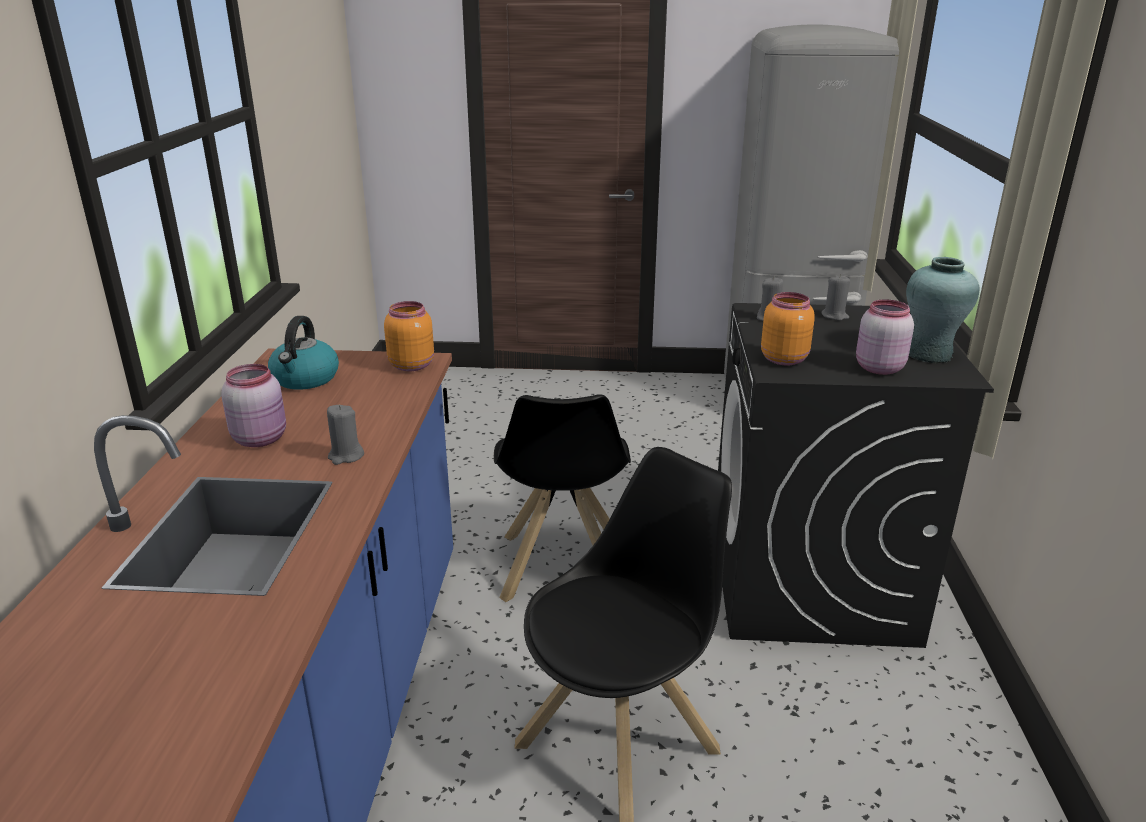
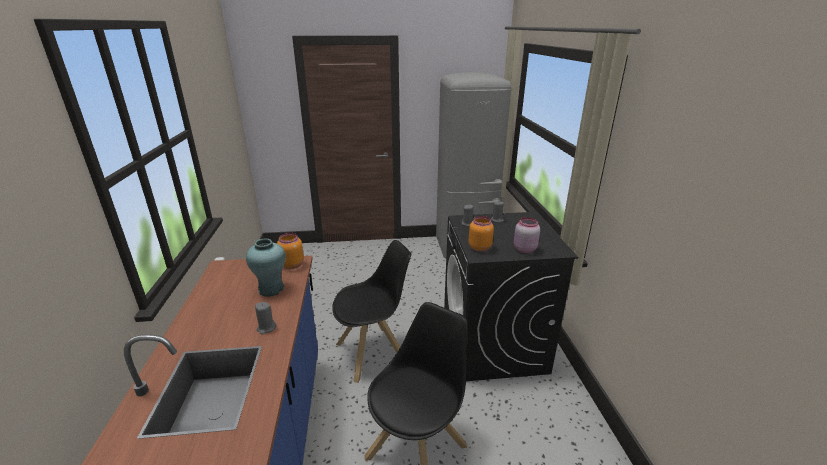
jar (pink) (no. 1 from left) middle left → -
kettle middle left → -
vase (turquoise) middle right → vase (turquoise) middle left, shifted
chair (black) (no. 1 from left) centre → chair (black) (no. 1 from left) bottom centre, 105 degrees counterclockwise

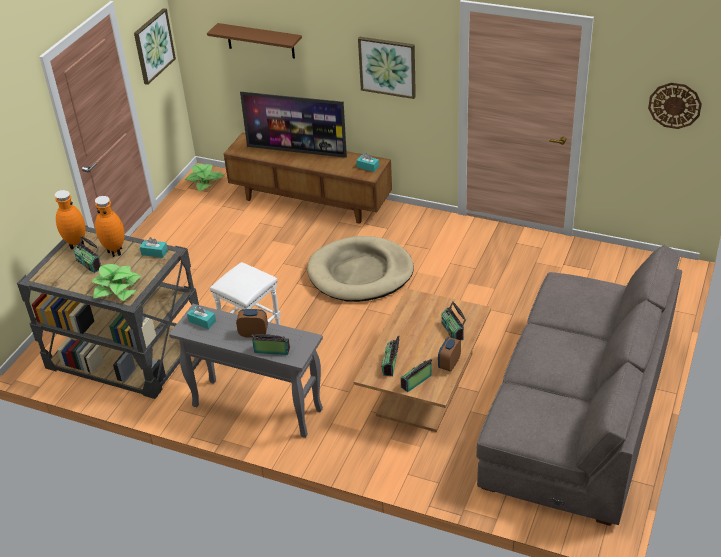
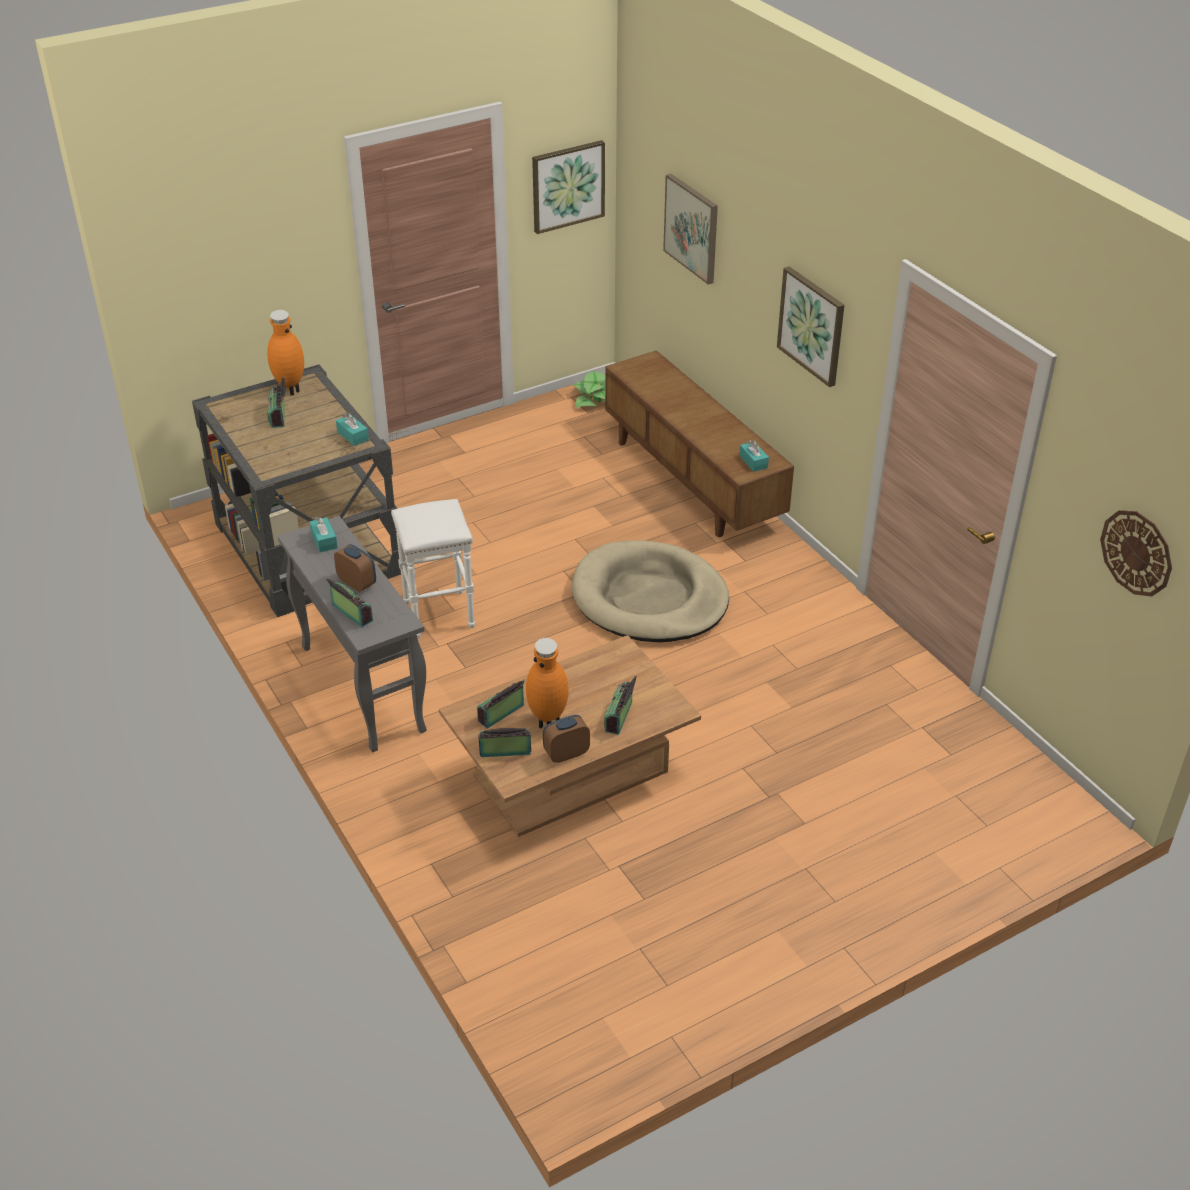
potted plant (no. 1 from left) middle left → -
television top centre → -
sofa (grey) bottom right → -
vase (orange) (no. 2 from left) middle left → vase (orange) (no. 2 from left) centre, shifted
shelf (brown) top centre → picture (no. 2 from left) top centre

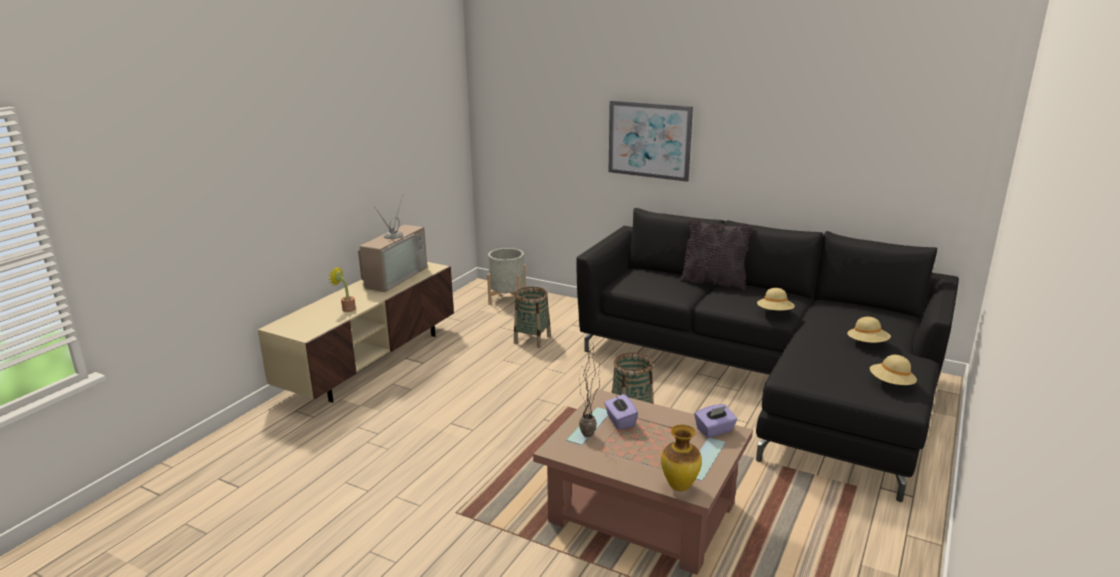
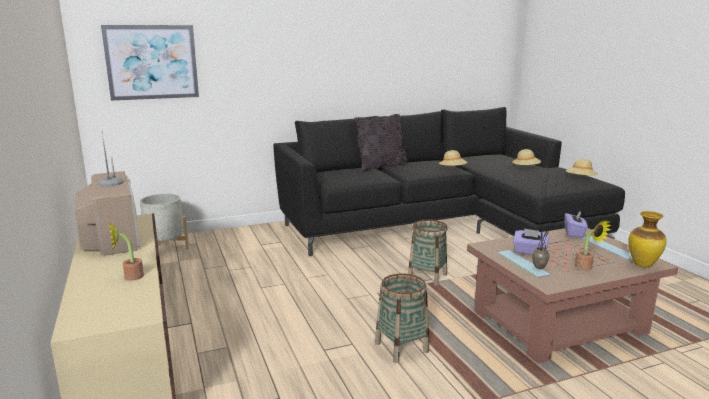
- → potted plant (no. 3 from left) middle right
basket (no. 1 from left) centre → basket (no. 1 from left) bottom centre, shifted
picture top centre → picture top left, shifted

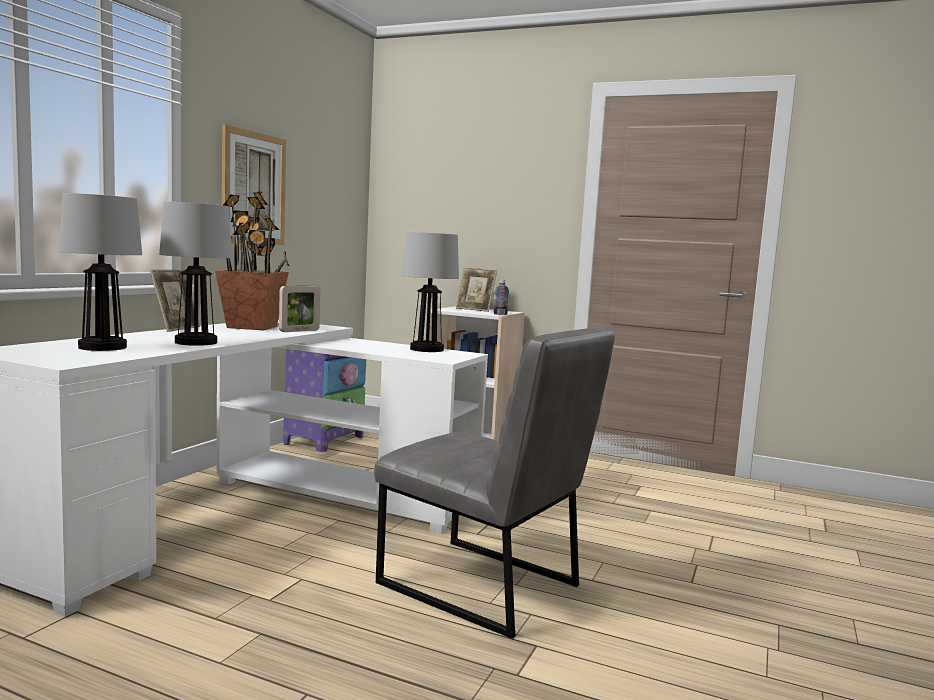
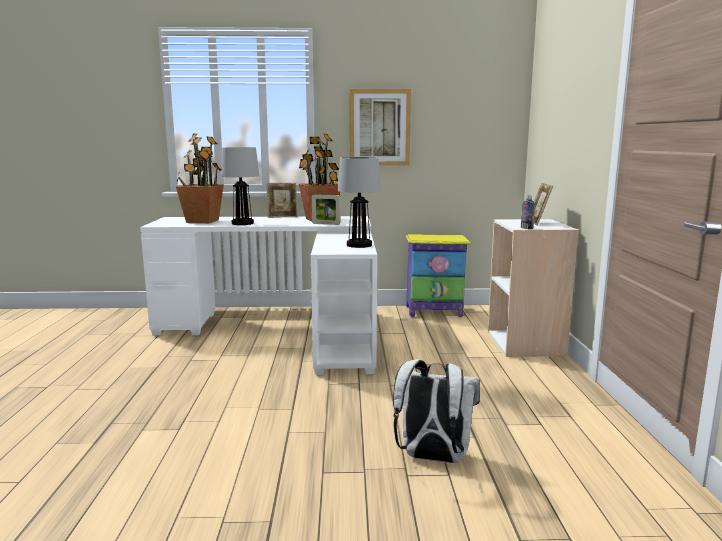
chair (grey) bottom centre → -
- → backpack (white) bottom centre
table lamp (no. 1 from left) middle left → potted plant (no. 1 from left) top left

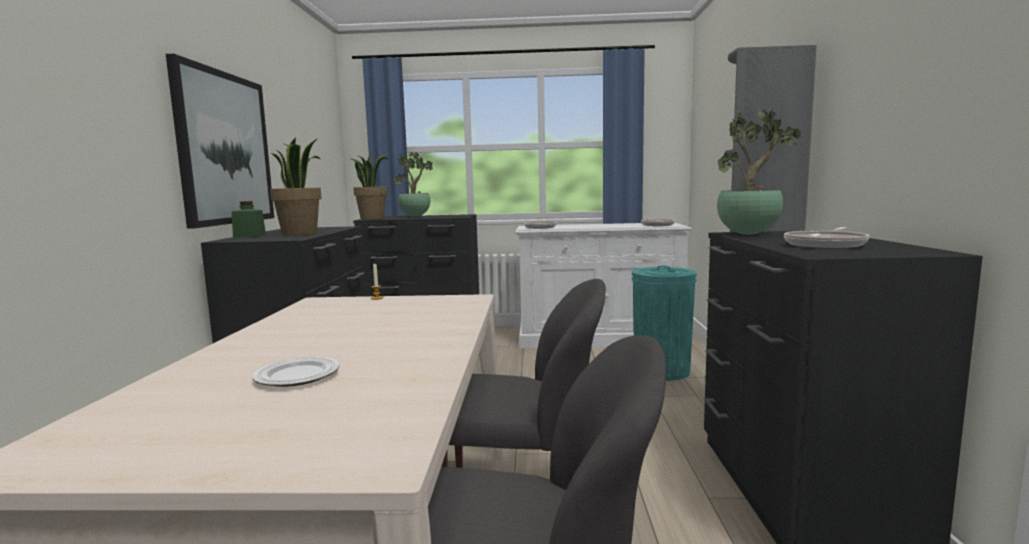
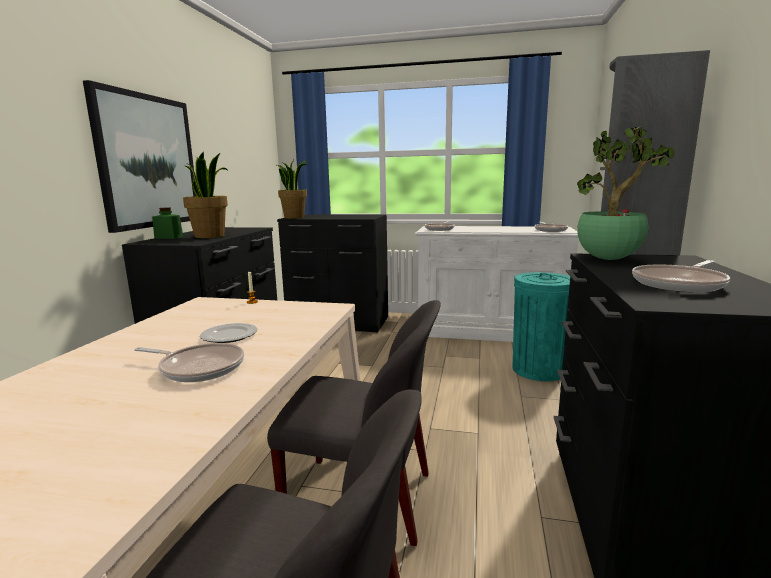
potted plant (no. 3 from left) centre → -
- → frying pan (no. 1 from left) middle left
plate bottom left → plate middle left, shifted

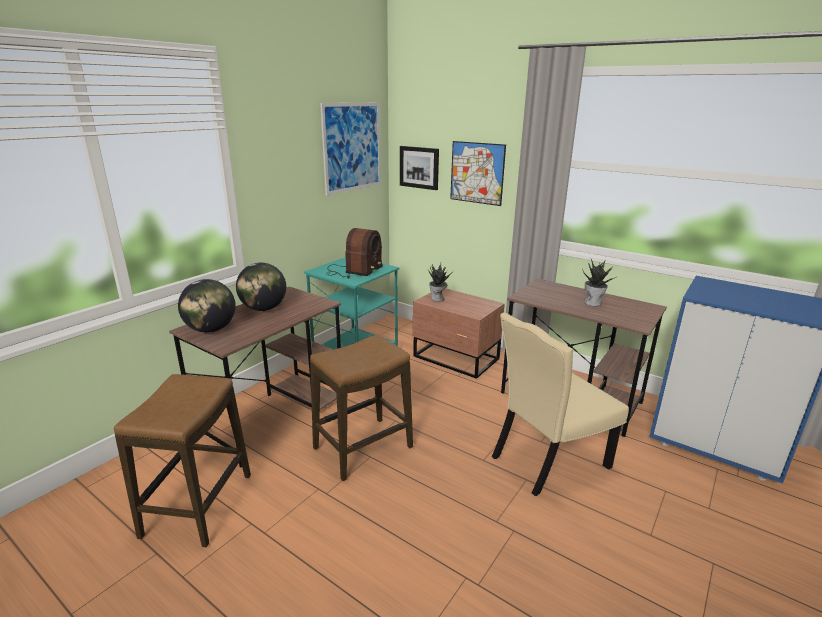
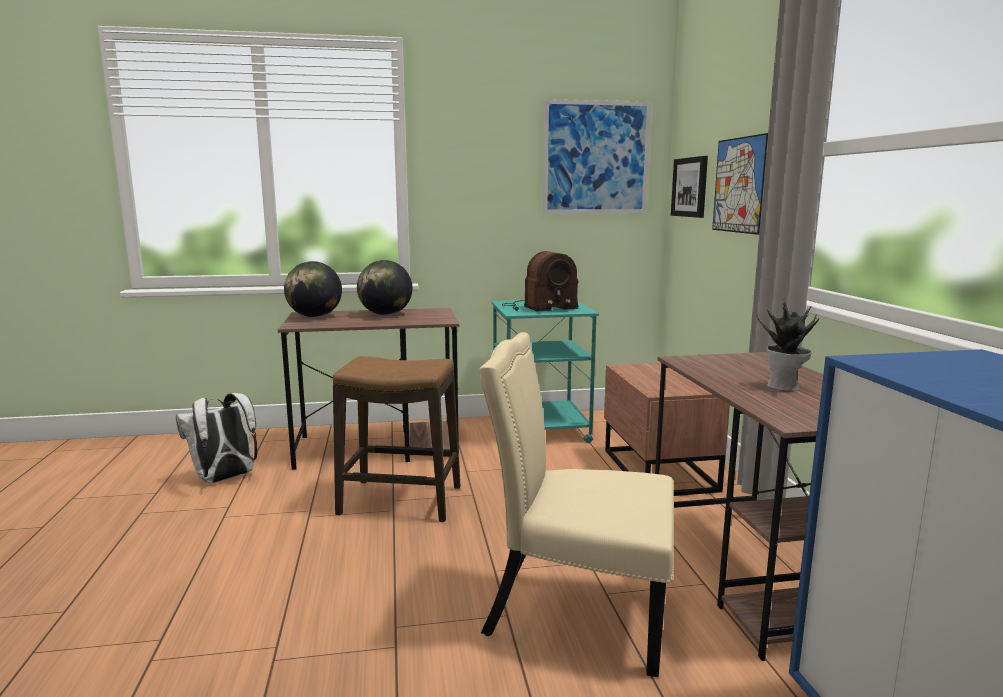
potted plant (no. 1 from left) centre → -
stool (no. 1 from left) bottom left → backpack (white) middle left

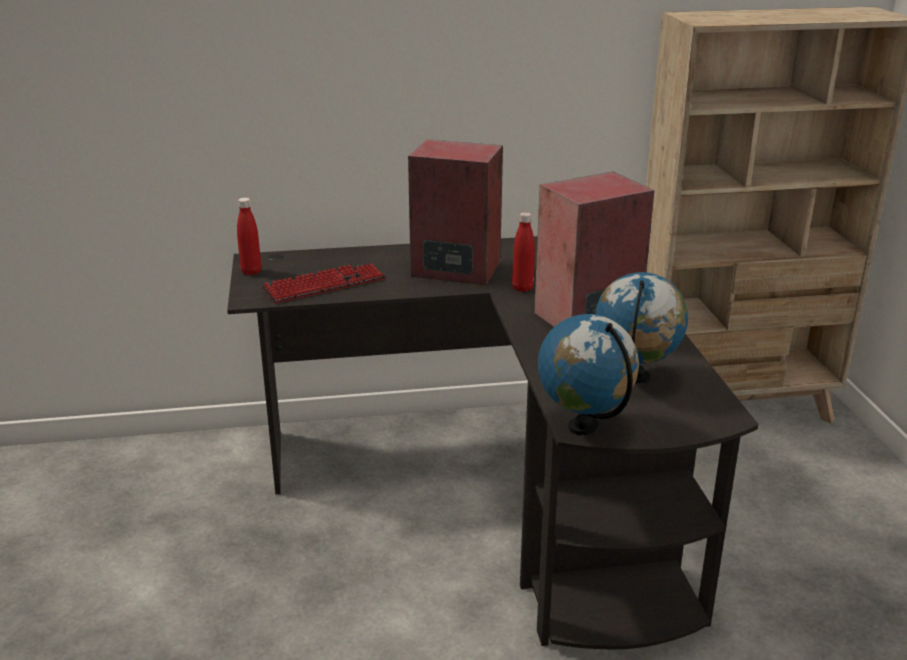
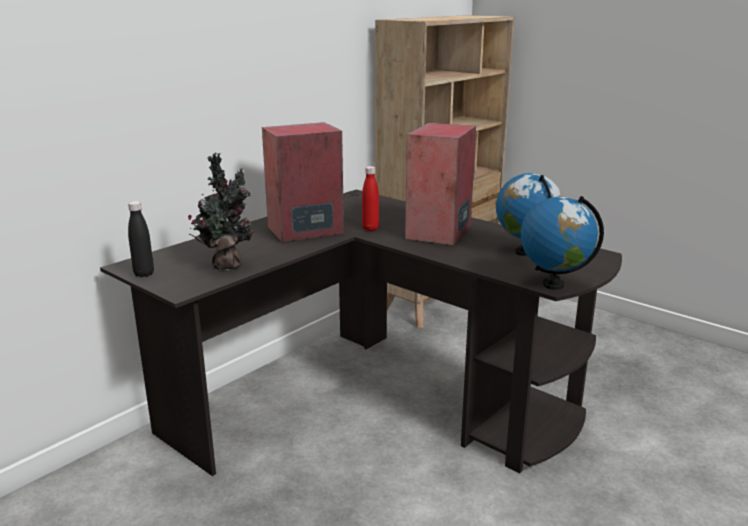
keyboard centre → potted plant middle left
bottle (red) (no. 1 from left) middle left → bottle (black) middle left

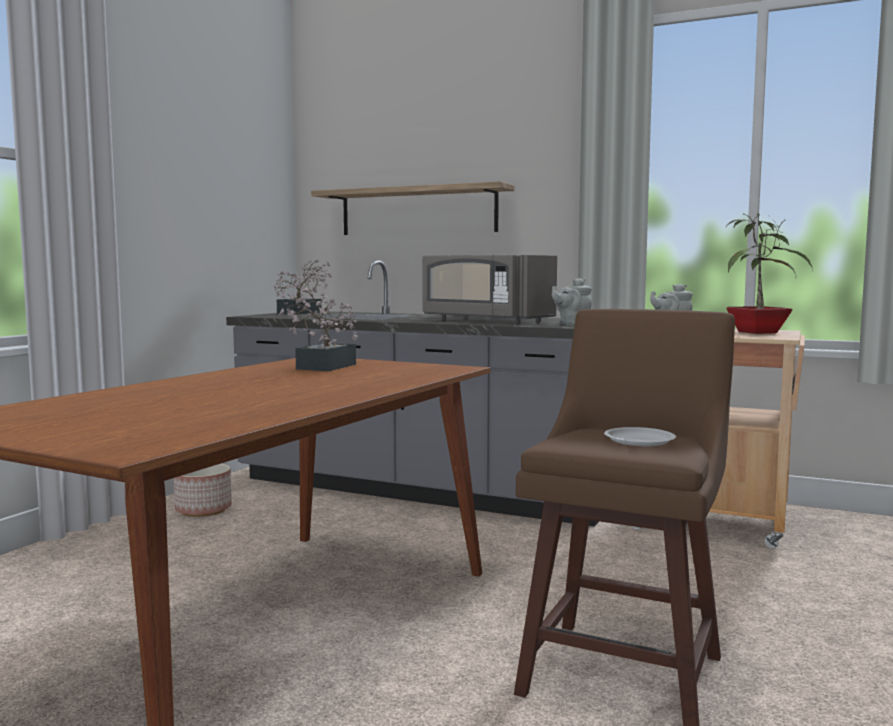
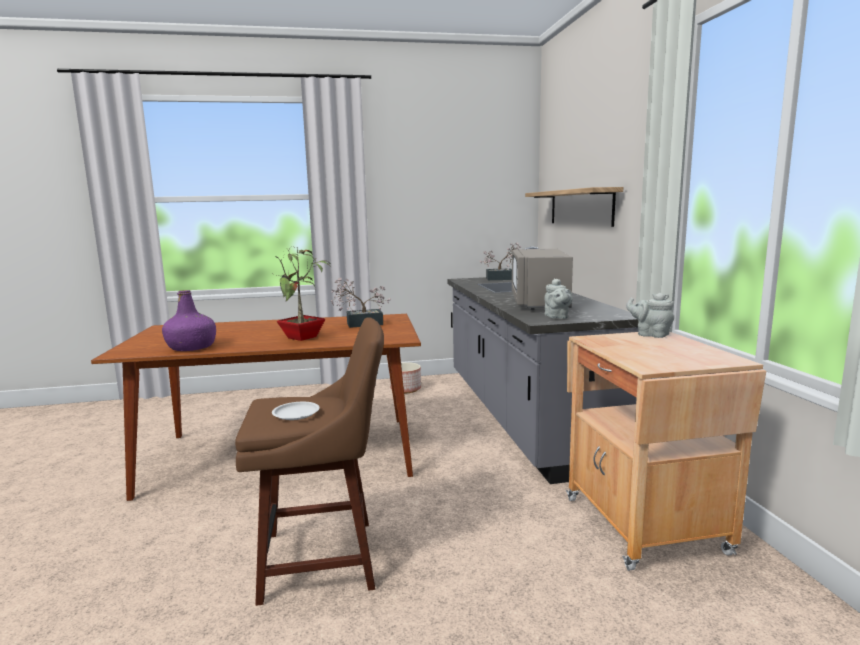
- → bottle (purple) middle left
potted plant (no. 3 from left in the first image) middle right → potted plant (no. 1 from left) centre, shifted
teapot (grey) (no. 1 from left) centre, 120 degrees counterclockwise

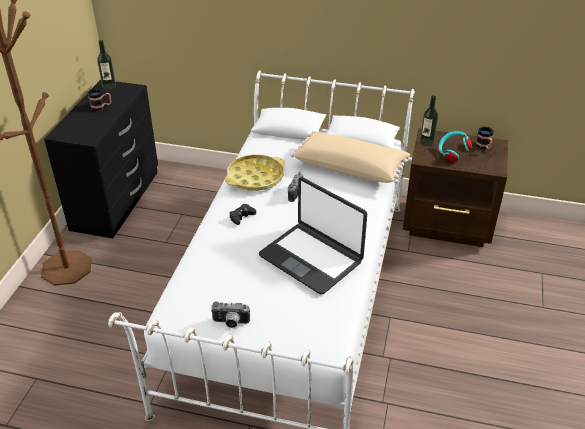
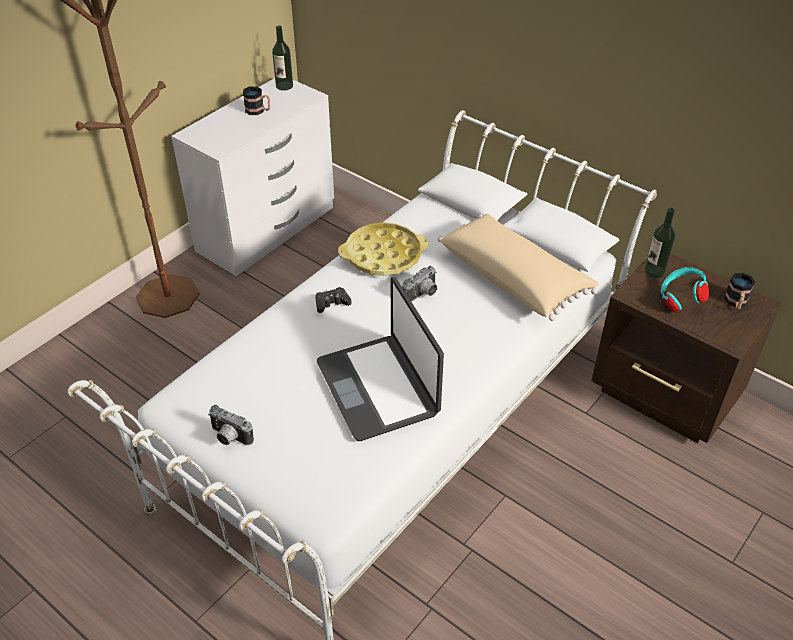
dresser (black) middle left → dresser (white) top left

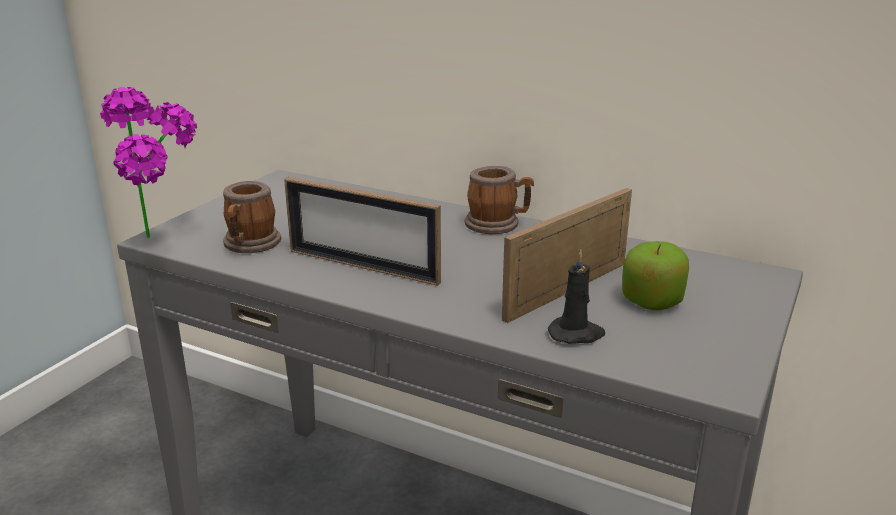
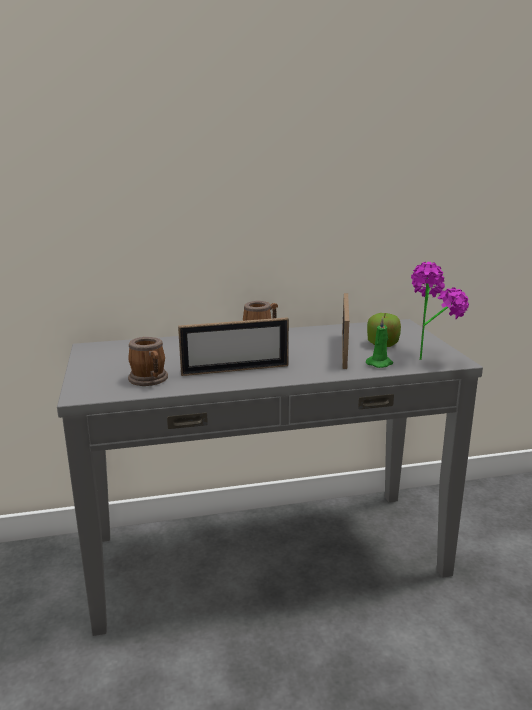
potted plant top left → potted plant middle right, shifted
candle (black) centre → candle (green) middle right

